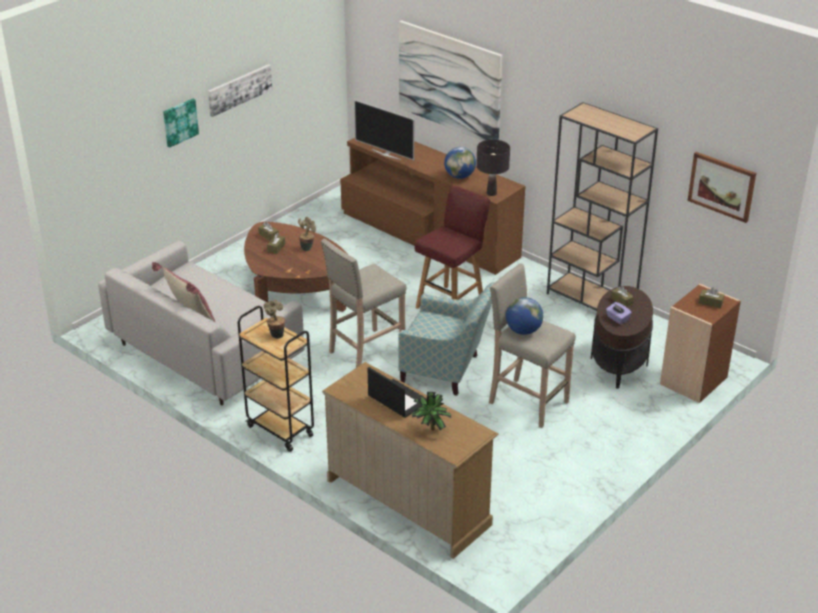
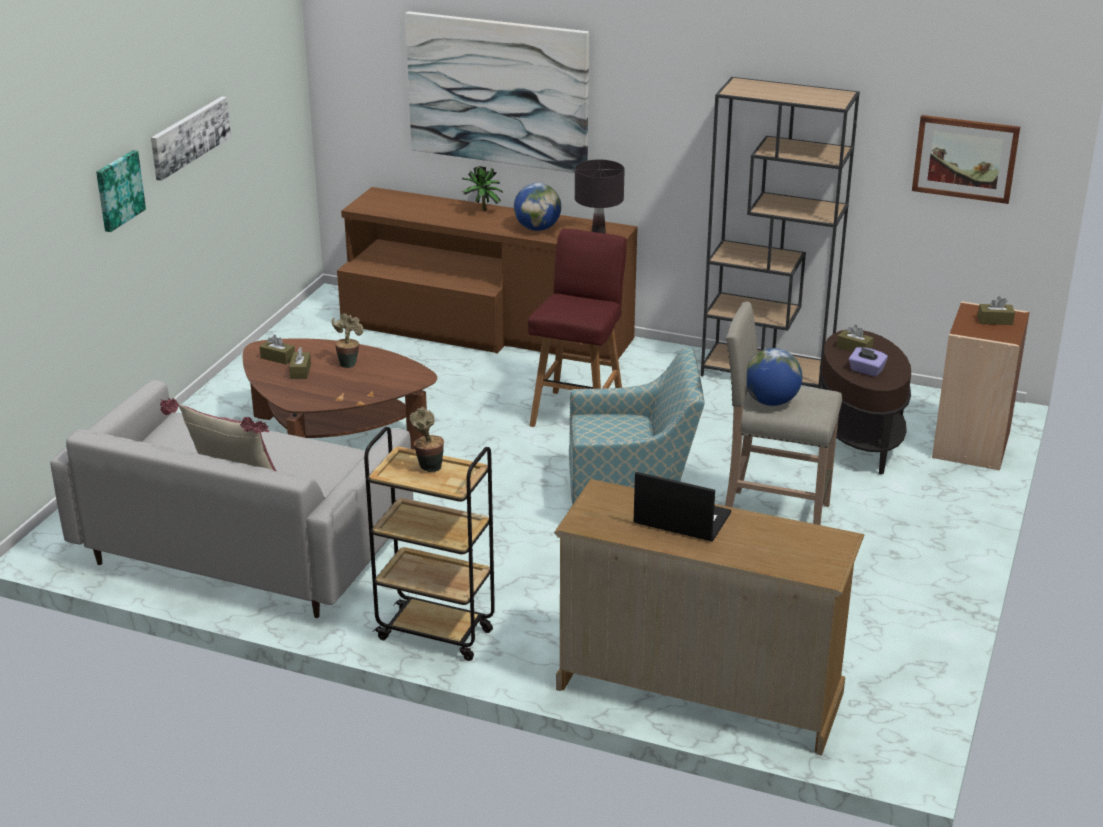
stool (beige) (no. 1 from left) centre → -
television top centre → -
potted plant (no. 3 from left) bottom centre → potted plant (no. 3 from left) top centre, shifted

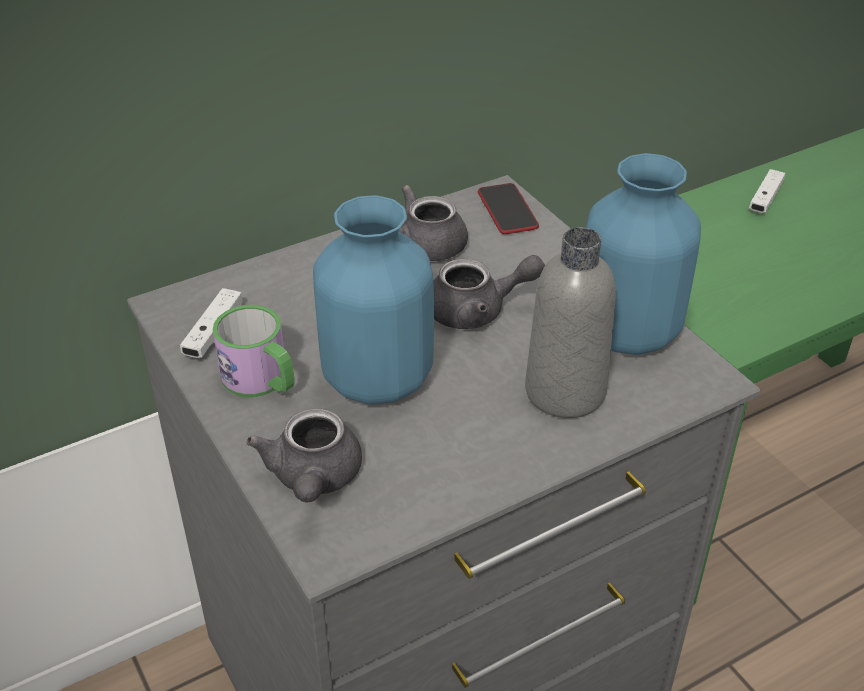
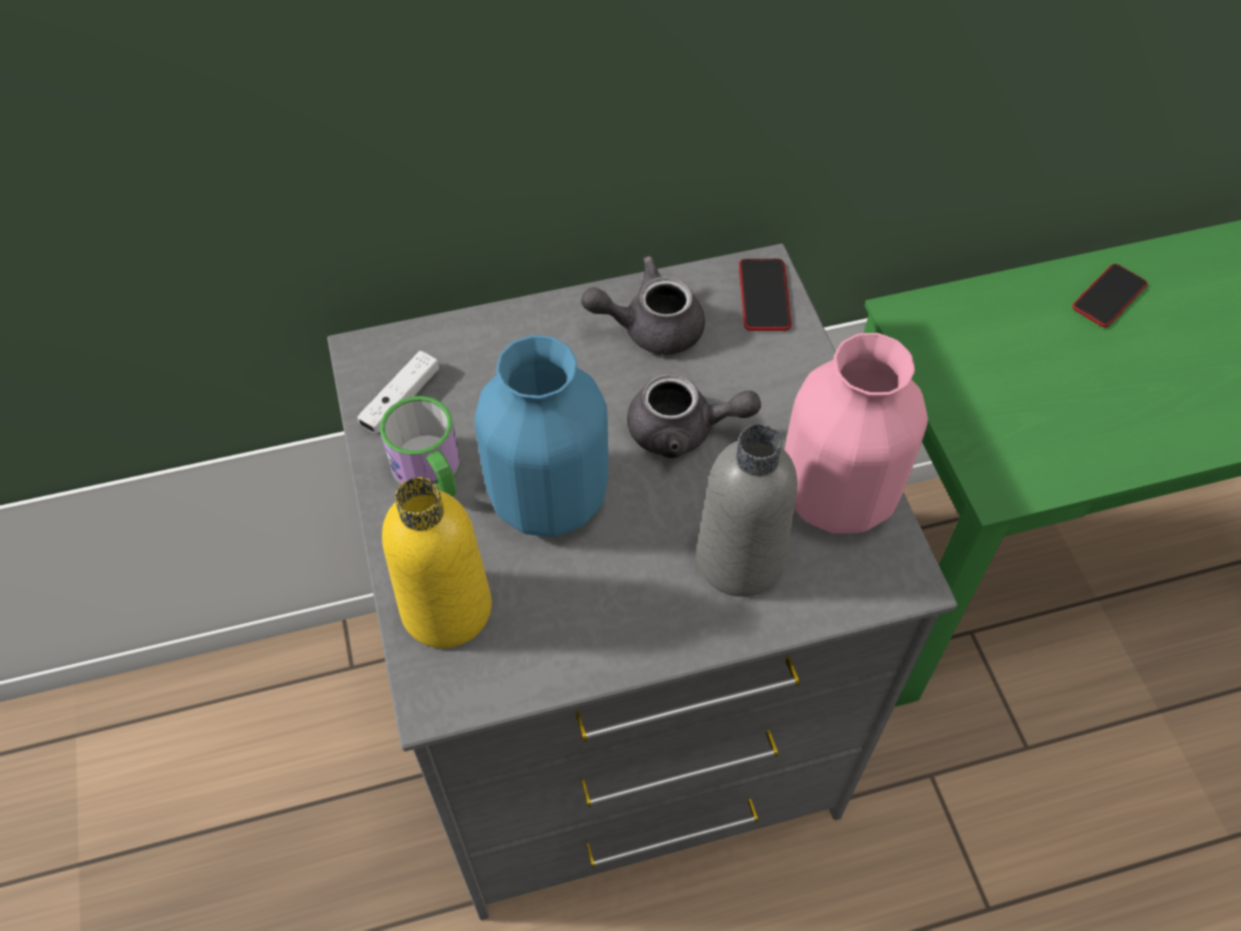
teapot (grey) (no. 1 from left) centre → bottle (yellow) centre
game controller (white) (no. 2 from left) top right → phone (no. 2 from left) top right
vase (blue) (no. 2 from left) middle right → vase (pink) middle right

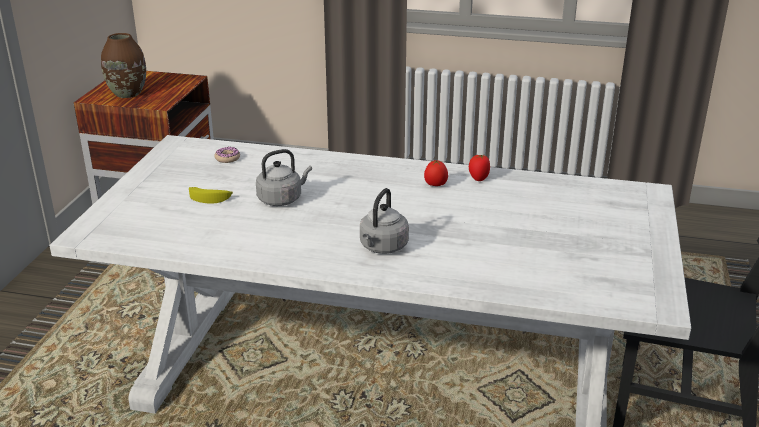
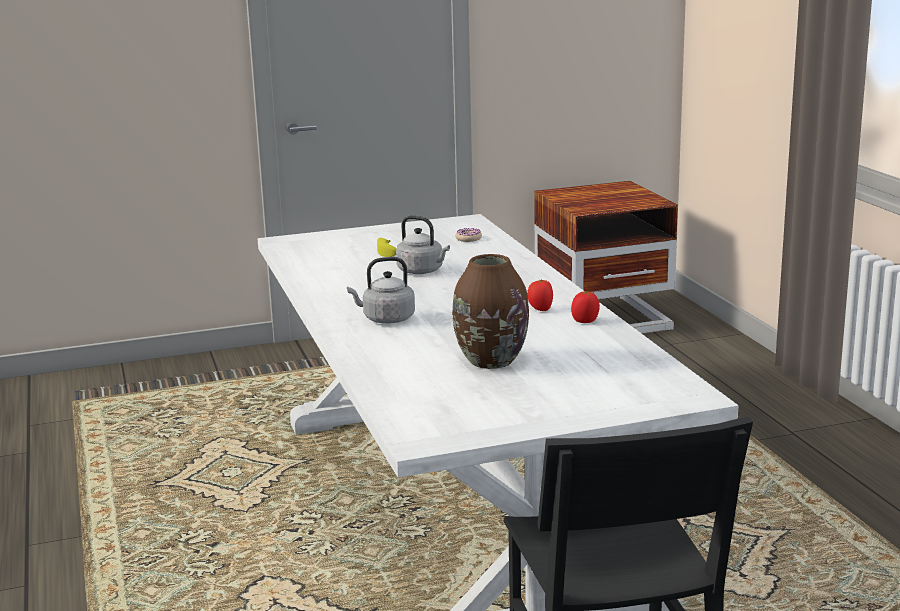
vase (brown) top left → vase (brown) centre, shifted

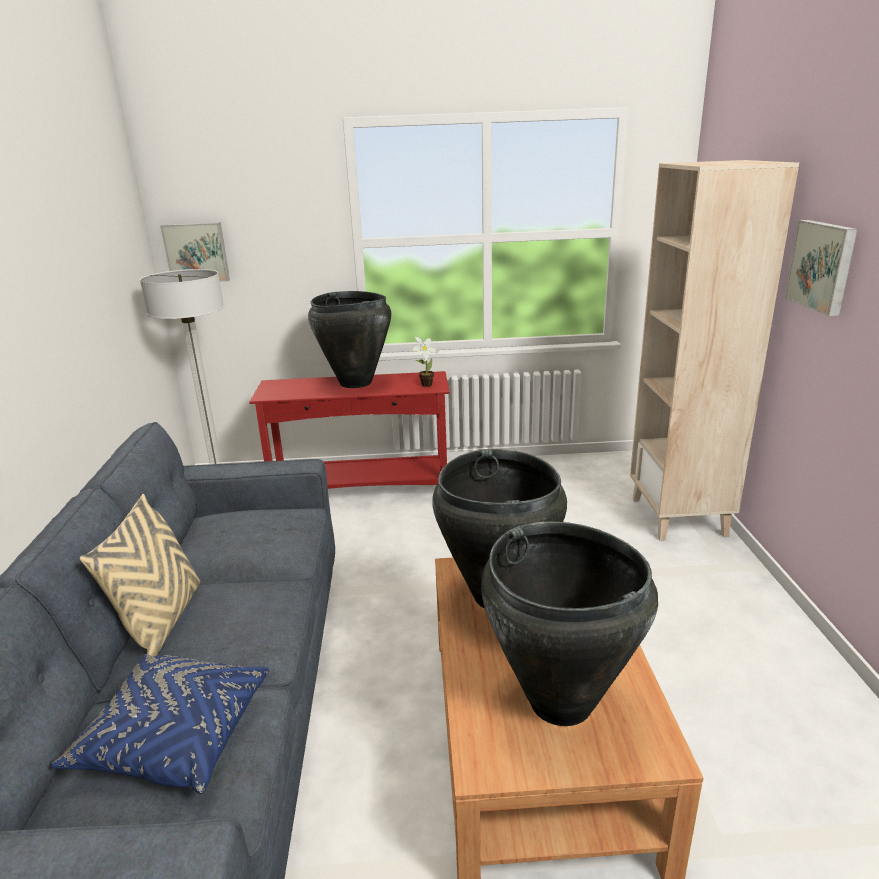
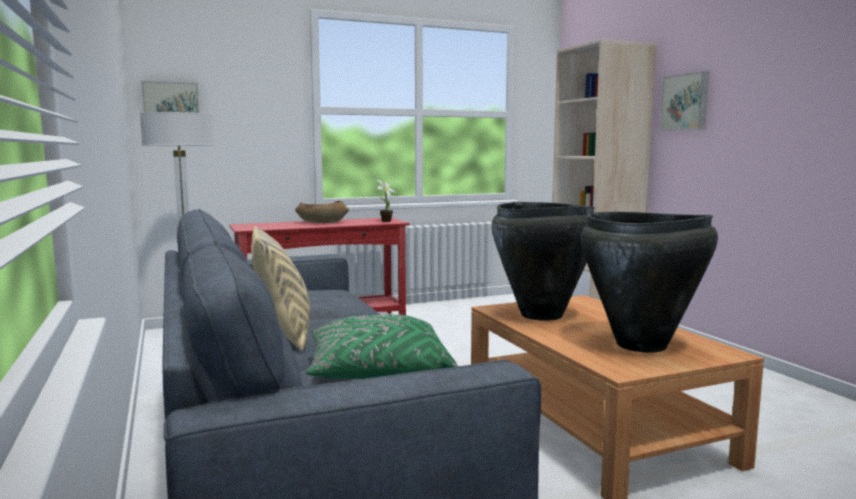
vase (black) (no. 1 from left) centre → bowl (brown) centre
pillow (blue) bottom left → pillow (green) bottom centre

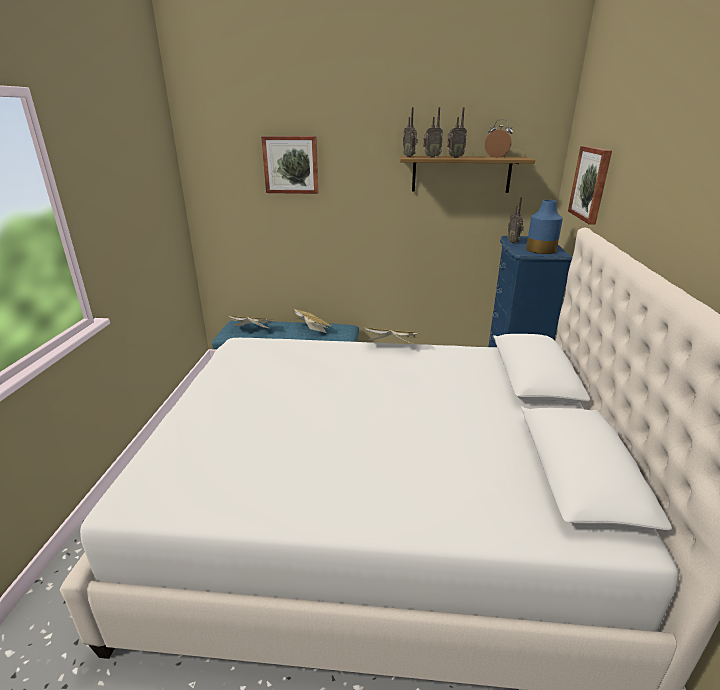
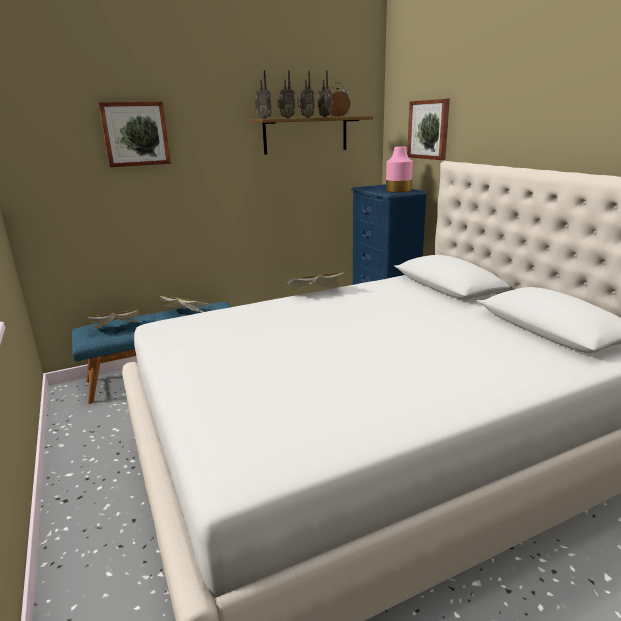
radio (no. 4 from left) top right → radio (no. 4 from left) top centre, shifted
vase (blue) top right → vase (pink) top centre

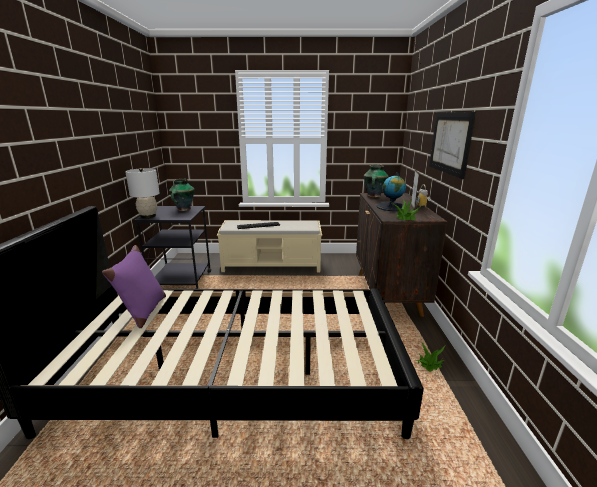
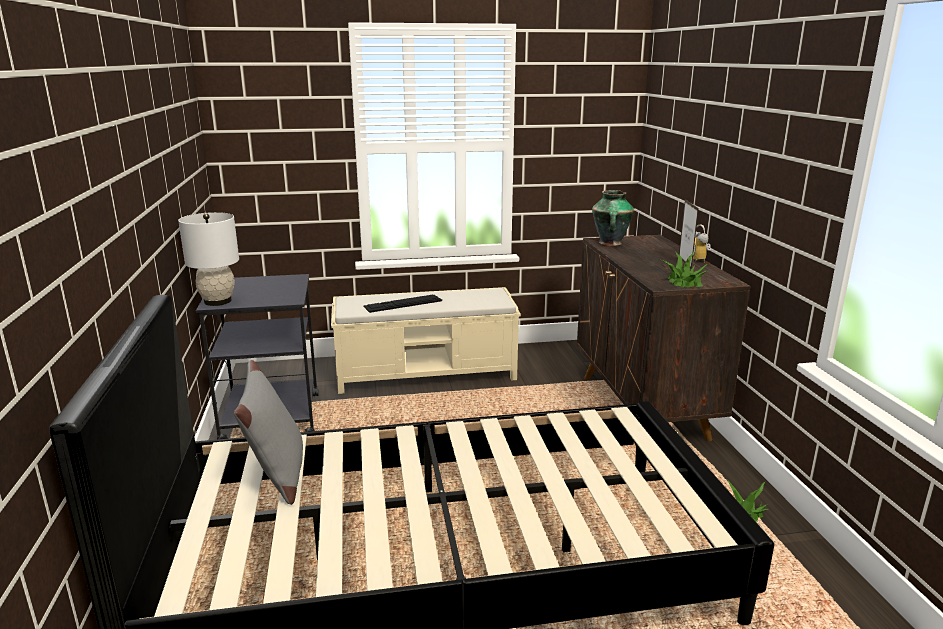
vase (no. 1 from left) middle left → -
globe centre → -
picture top right → -
pillow (purple) middle left → pillow (grey) bottom left

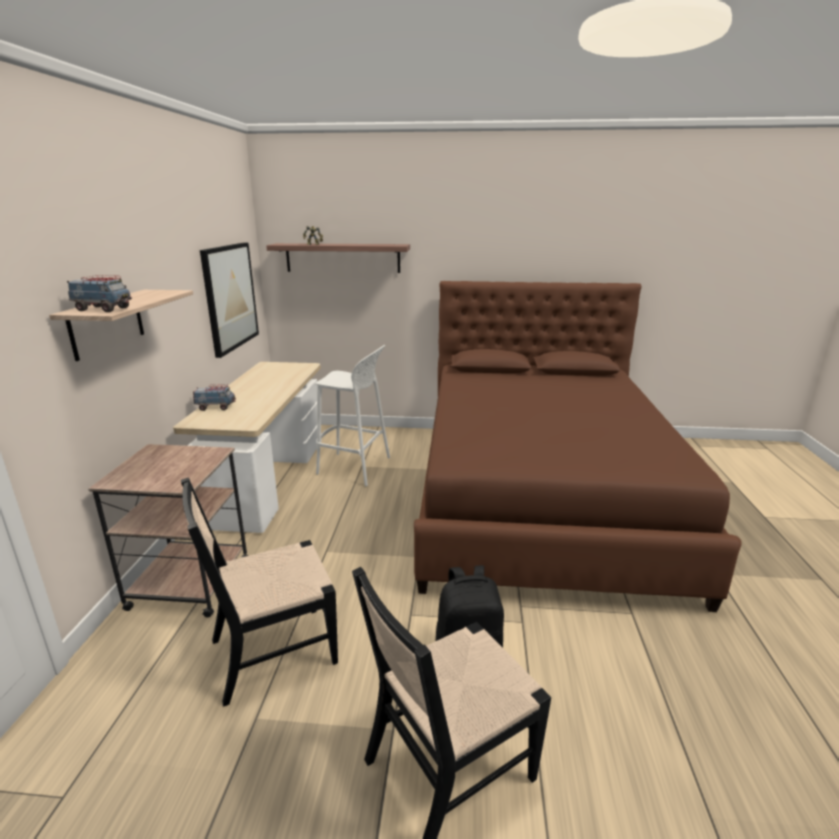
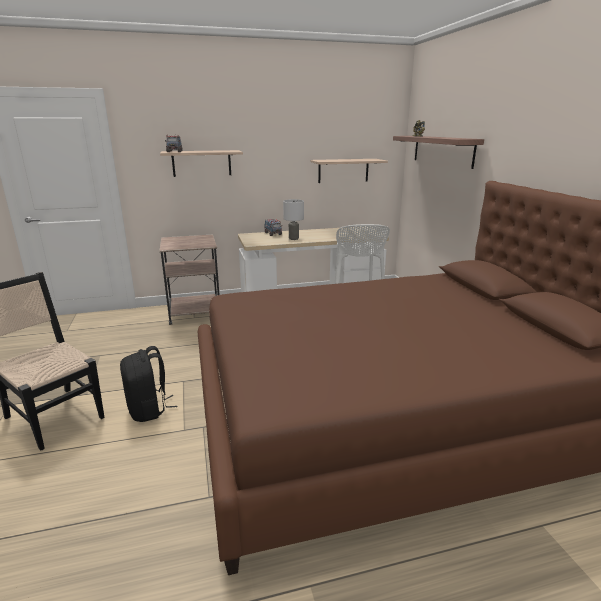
chair (no. 1 from left) bottom left → -
- → table lamp (white) centre
picture middle left → shelf (no. 2 from left) top centre

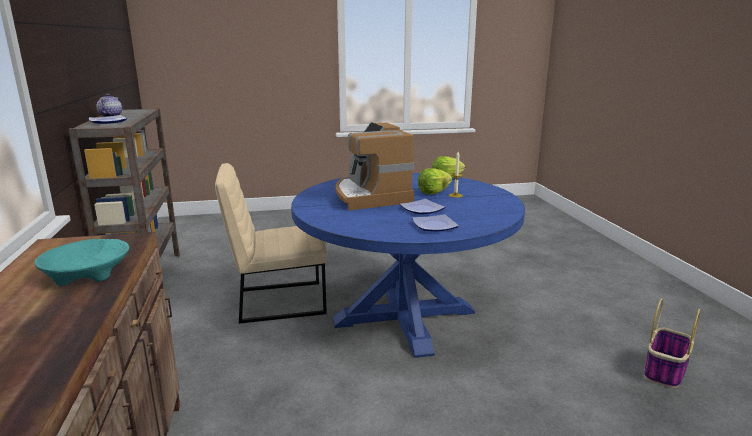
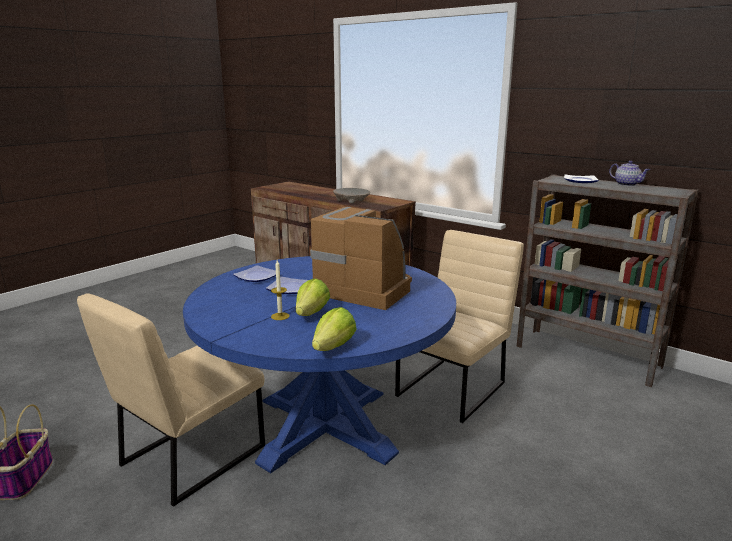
- → chair (beige) (no. 1 from left) bottom left
bowl (turquoise) middle left → bowl (beige) centre

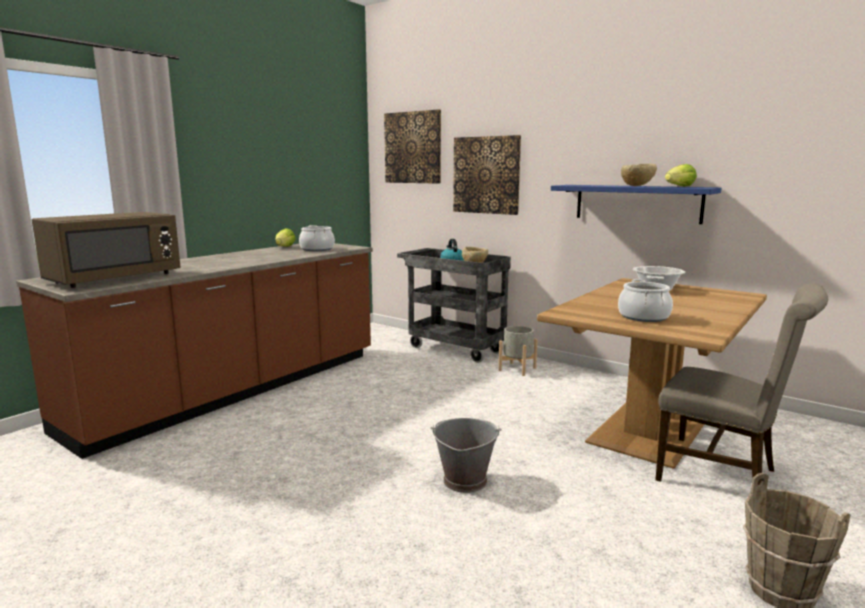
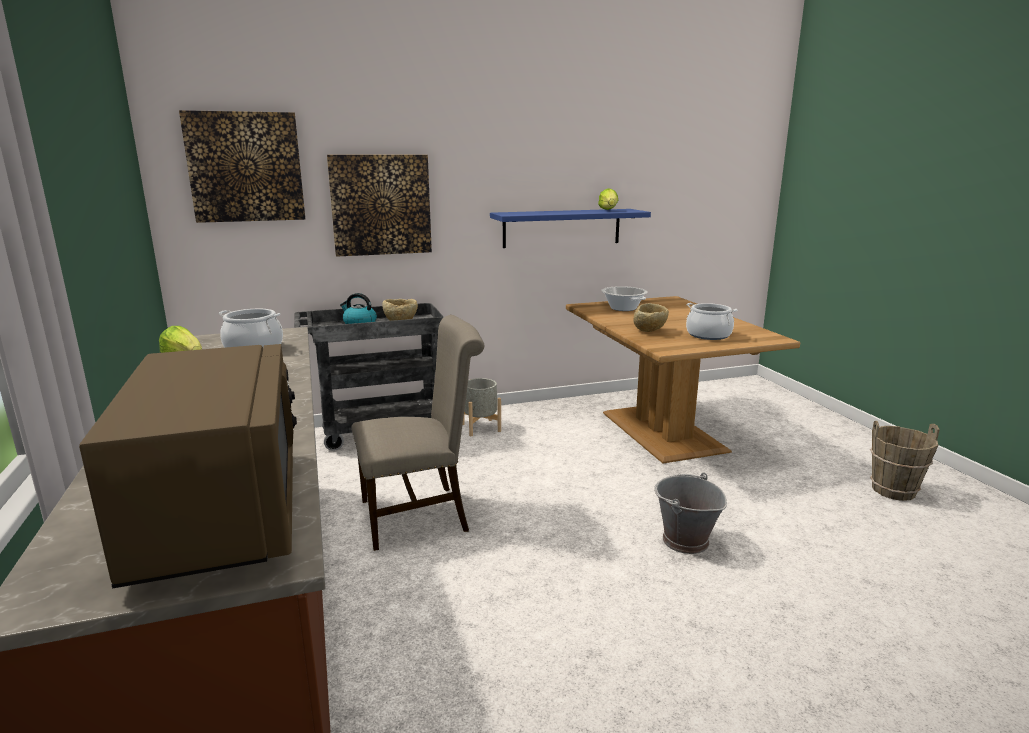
bowl (beige) (no. 2 from left) top right → bowl (beige) (no. 2 from left) centre, shifted
chair (beige) middle right → chair (beige) centre, shifted

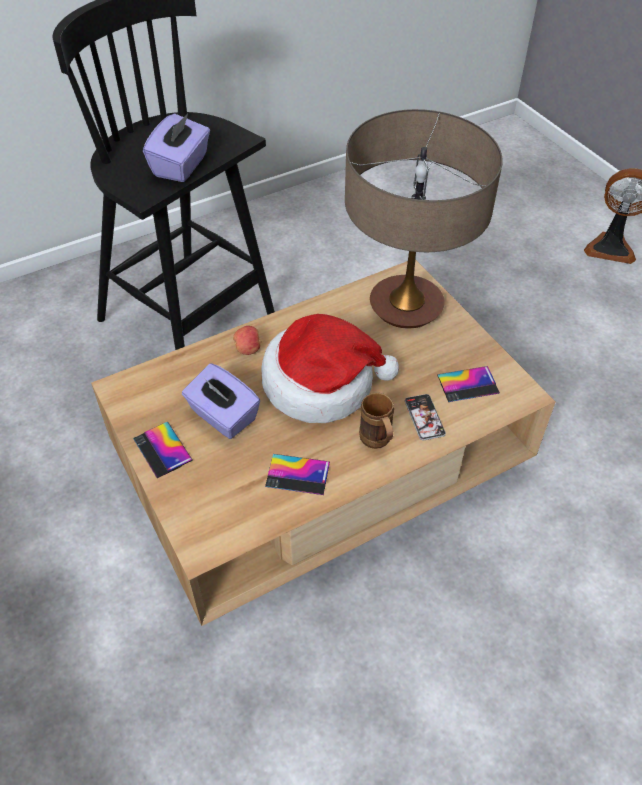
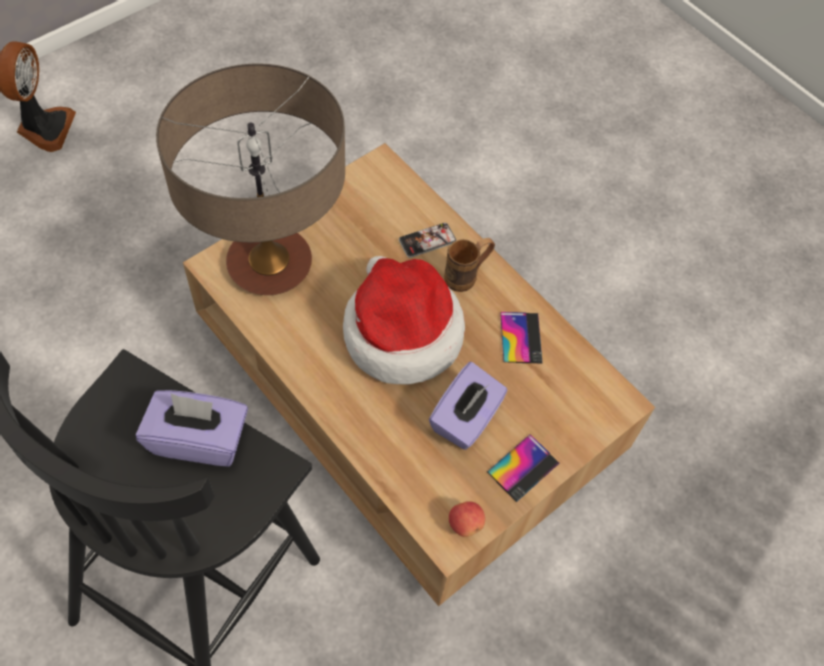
phone (no. 4 from left) middle right → -
apple centre → apple bottom centre, shifted

